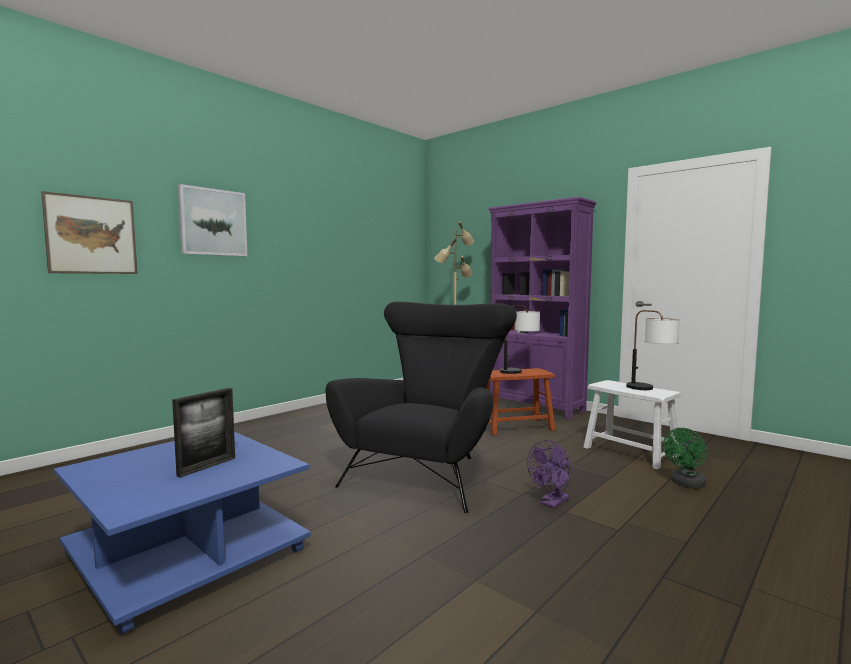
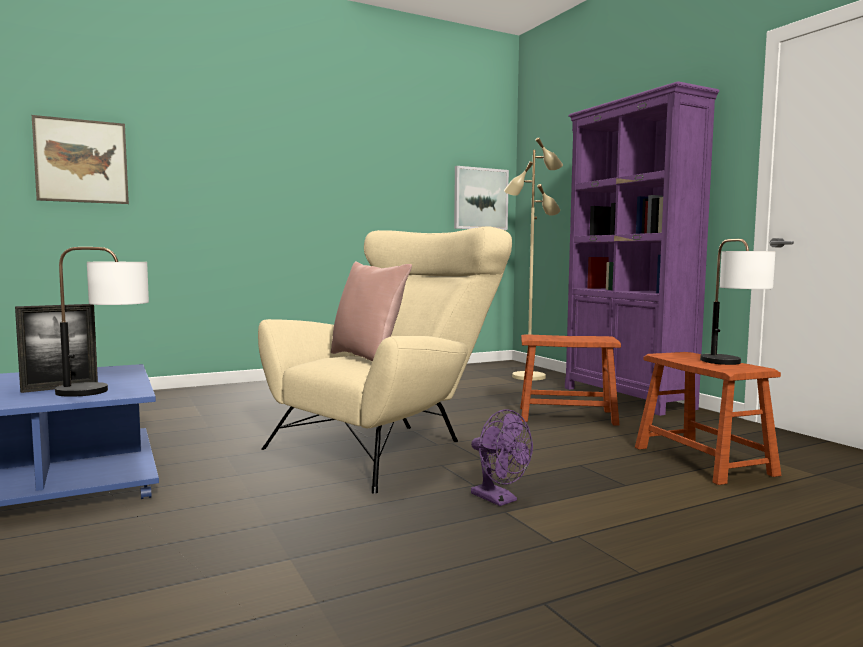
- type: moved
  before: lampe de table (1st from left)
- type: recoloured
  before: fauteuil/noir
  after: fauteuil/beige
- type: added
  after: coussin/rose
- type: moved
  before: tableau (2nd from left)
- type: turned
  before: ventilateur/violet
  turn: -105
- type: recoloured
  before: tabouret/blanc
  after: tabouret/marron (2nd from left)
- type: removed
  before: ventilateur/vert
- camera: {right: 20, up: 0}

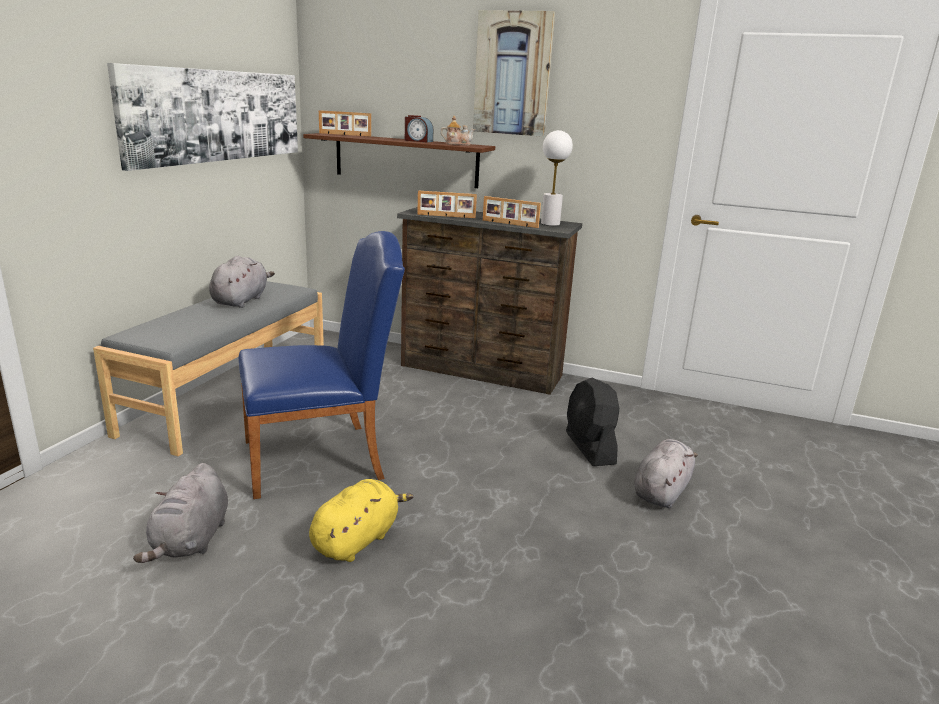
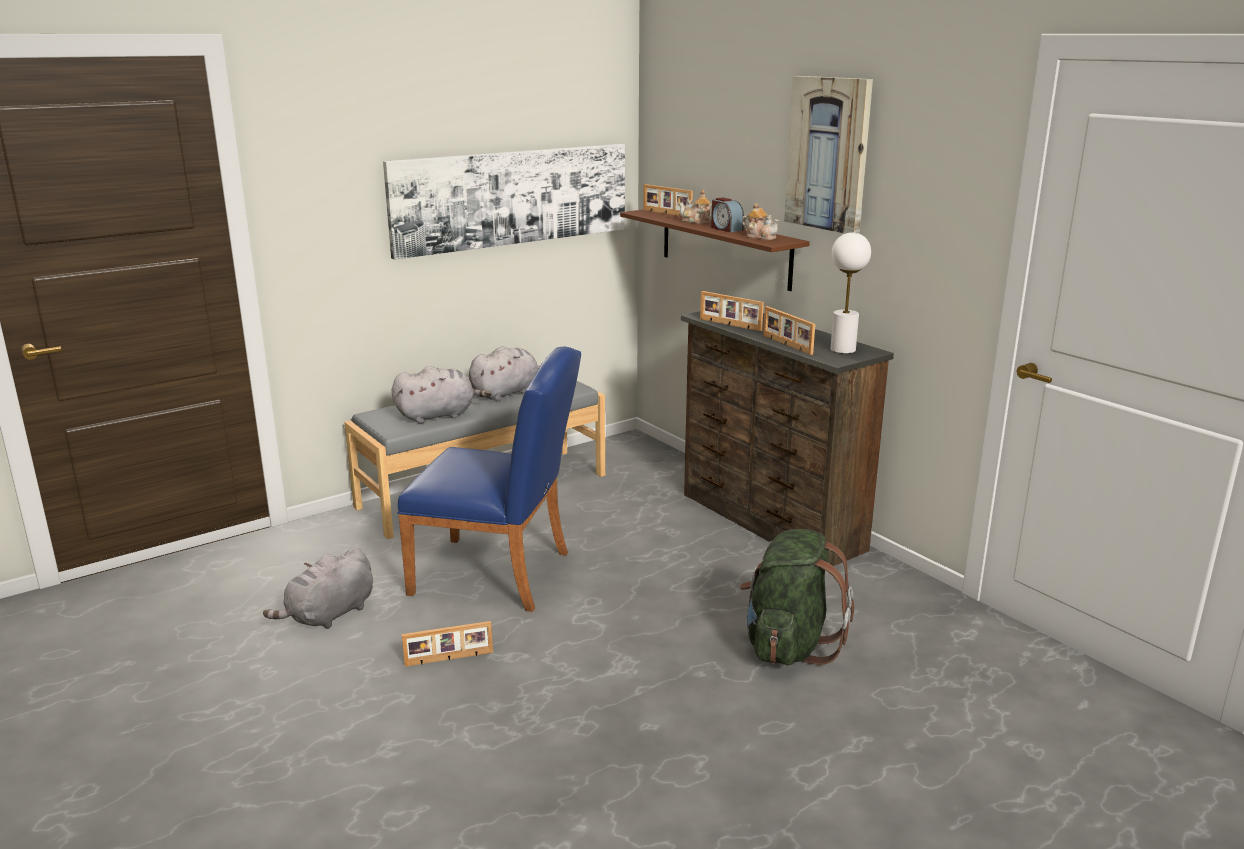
- type: moved
  before: peluche/gris (3rd from left in the first image)
  after: peluche/gris (2nd from left)
- type: replaced
  before: peluche/jaune
  after: cadre photo (1st from left)
- type: added
  after: théière (1st from left)
- type: replaced
  before: ventilateur/noir
  after: sac à dos/vert
- camera: {right: 35, up: 0}

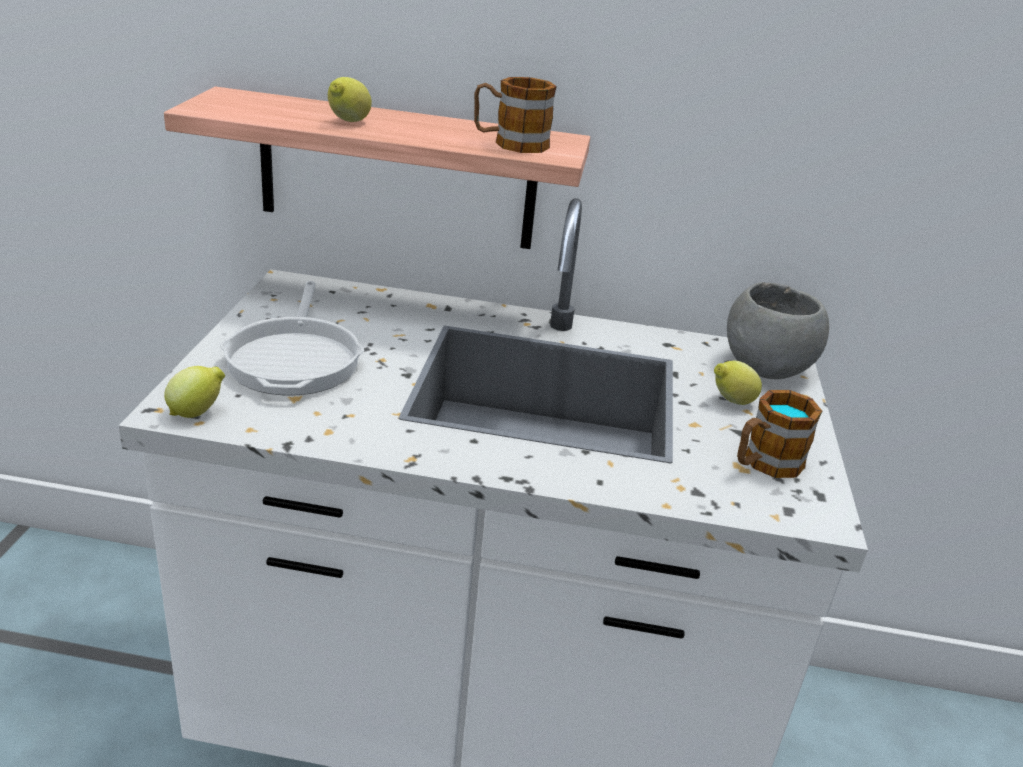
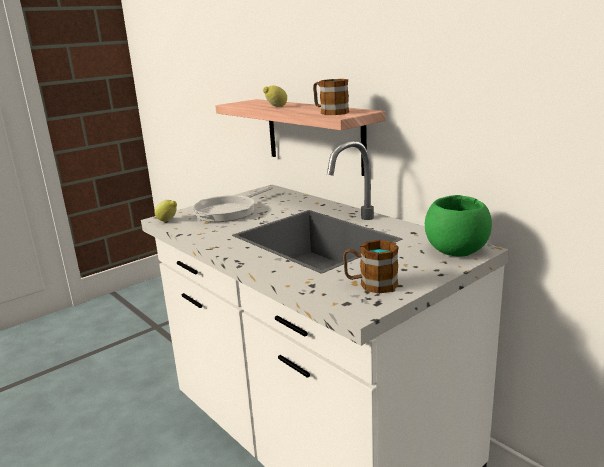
- type: recoloured
  before: bol/gris
  after: bol/vert
- type: removed
  before: citron (3rd from left)
- camera: {right: 45, up: -10}

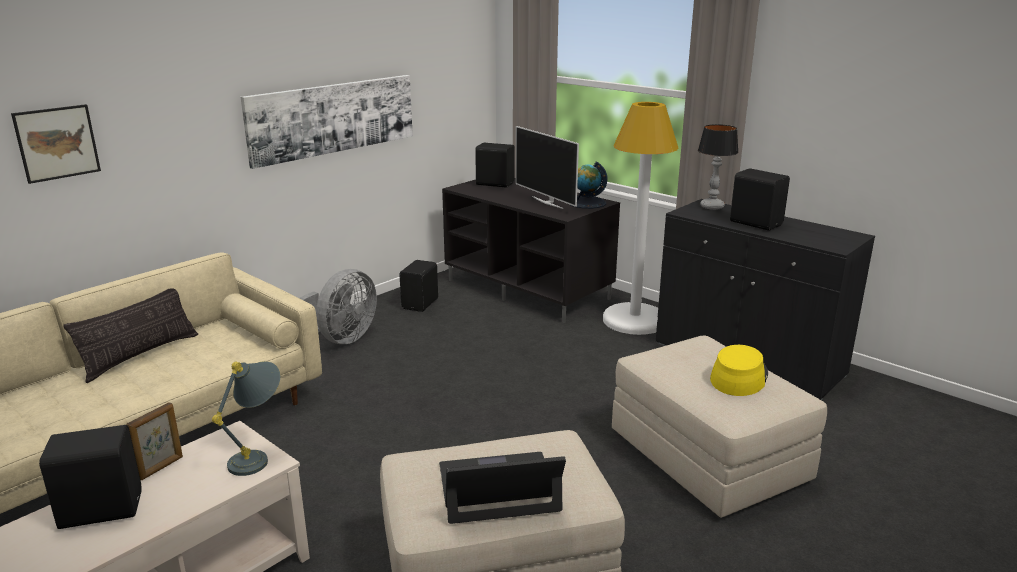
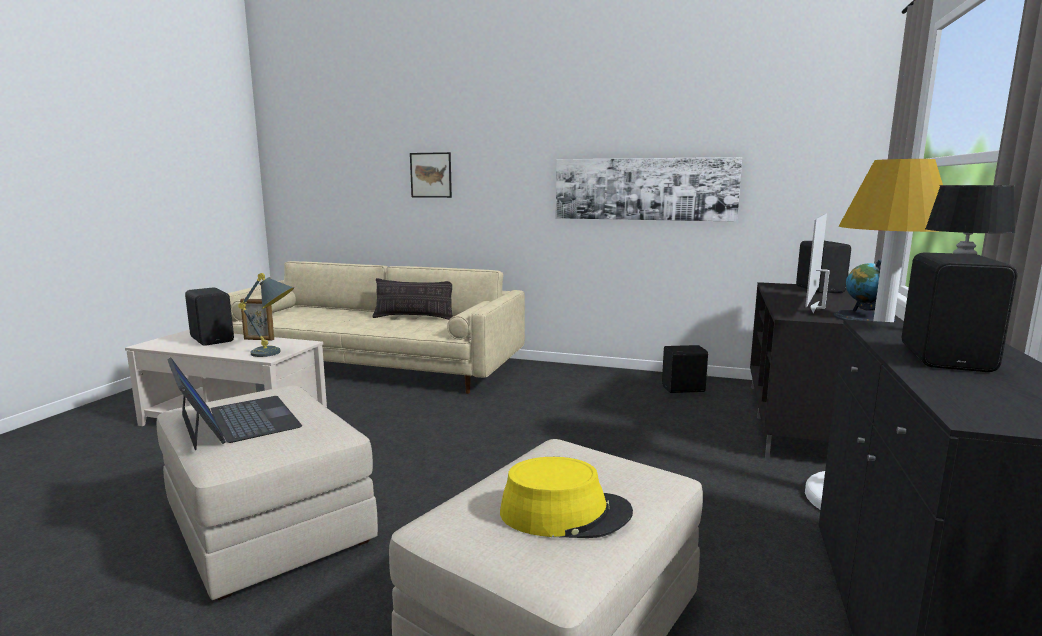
- type: removed
  before: ventilateur/gris
- camera: {right: 65, up: -10}

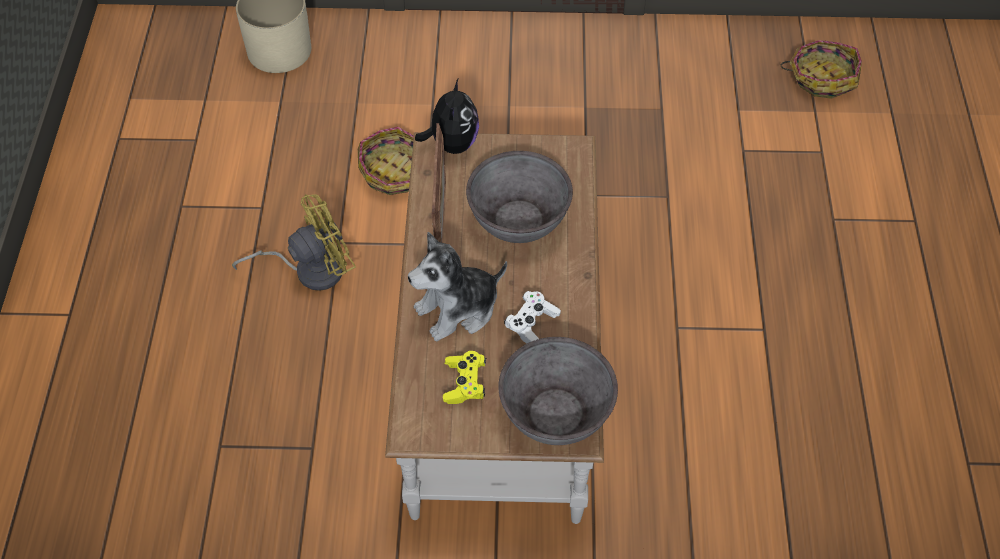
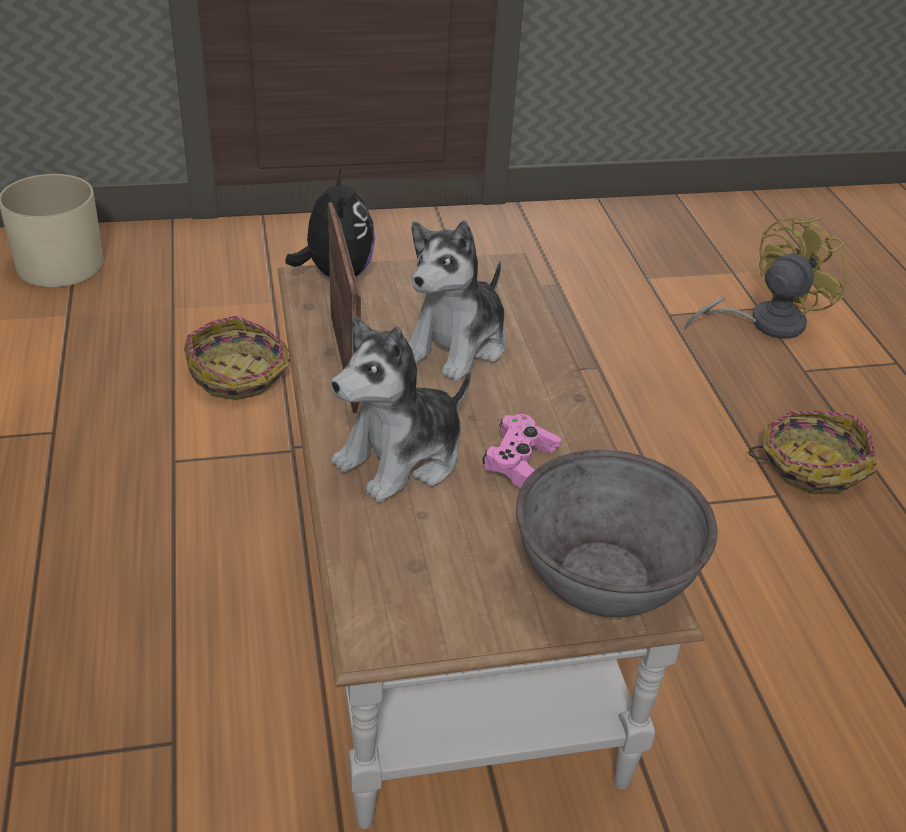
- type: replaced
  before: bol/gris (1st from left)
  after: peluche (3rd from left)
- type: recoloured
  before: manette/blanc
  after: manette/rose
- type: moved
  before: ventilateur/jaune
- type: moved
  before: panier (2nd from left)
- type: removed
  before: manette/jaune
- camera: {right: -15, up: -15}

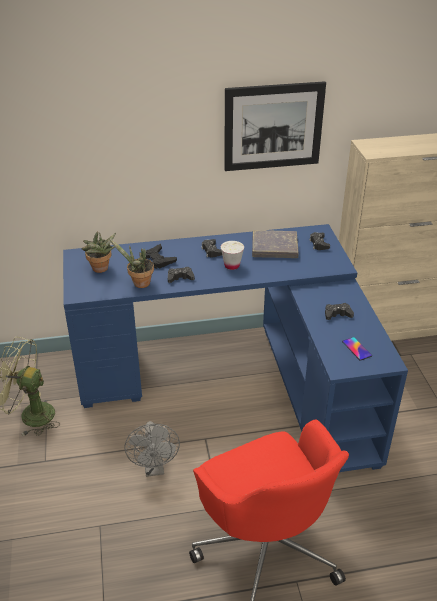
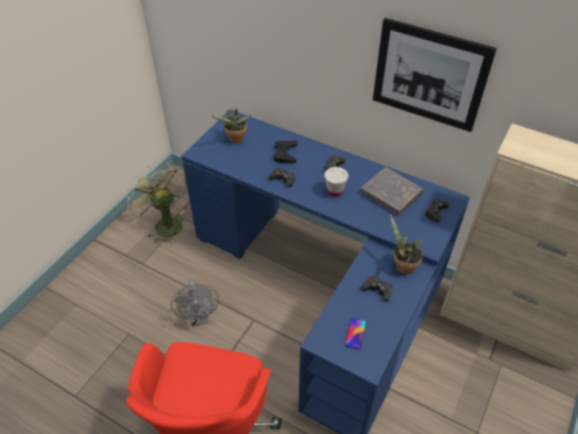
- type: turned
  before: ventilateur/gris
  turn: -45
- type: moved
  before: plante en pot (2nd from left)
- camera: {right: 40, up: 10}

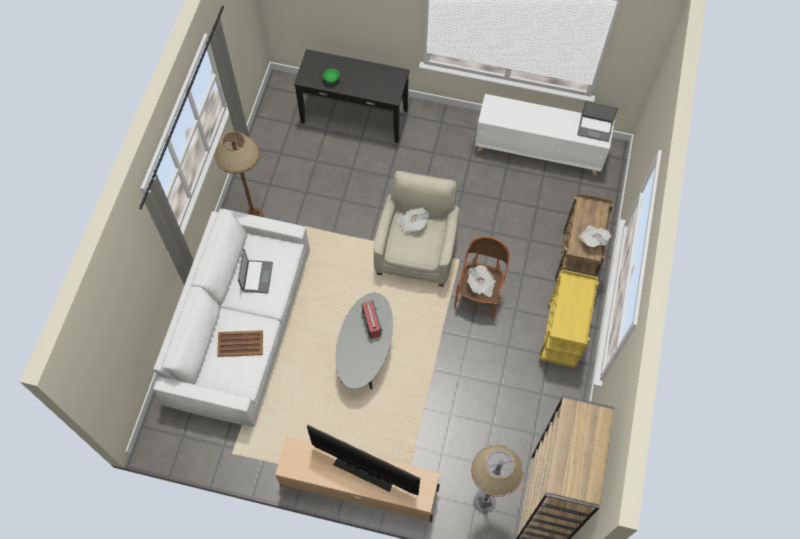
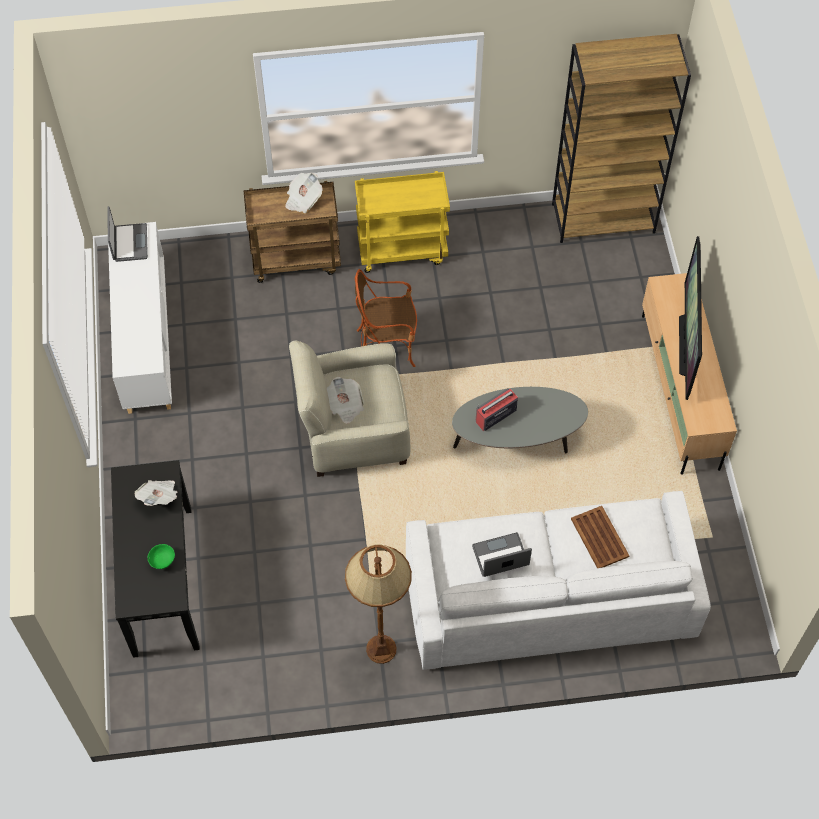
- type: moved
  before: journal (2nd from left in the first image)
  after: journal (1st from left)
- type: removed
  before: lampadaire/gris
- camera: {right: -110, up: -5}

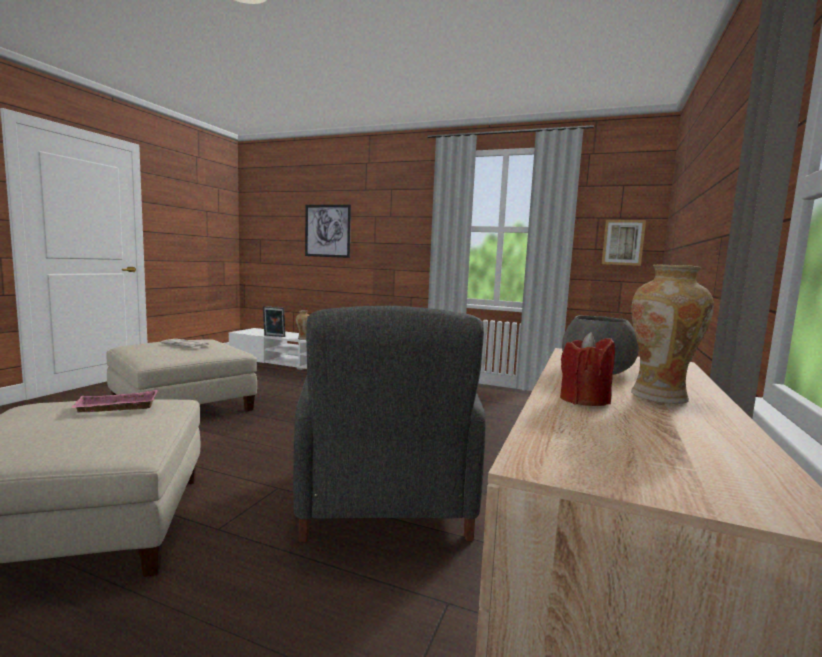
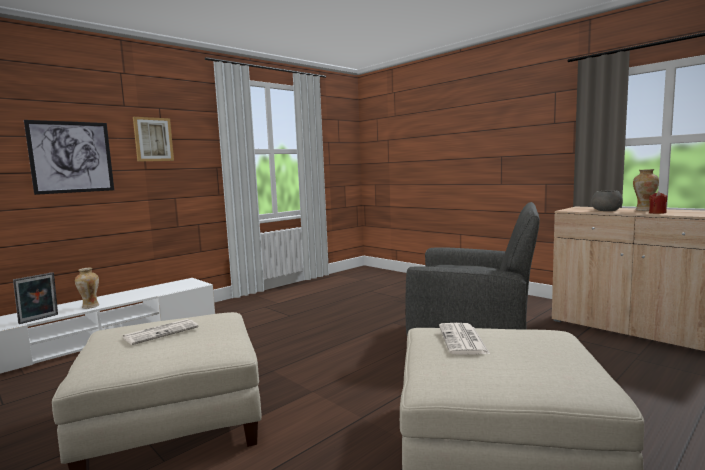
- type: moved
  before: tableau (2nd from left)
- type: replaced
  before: plateau/rose
  after: journal (2nd from left)
- camera: {right: -65, up: 0}

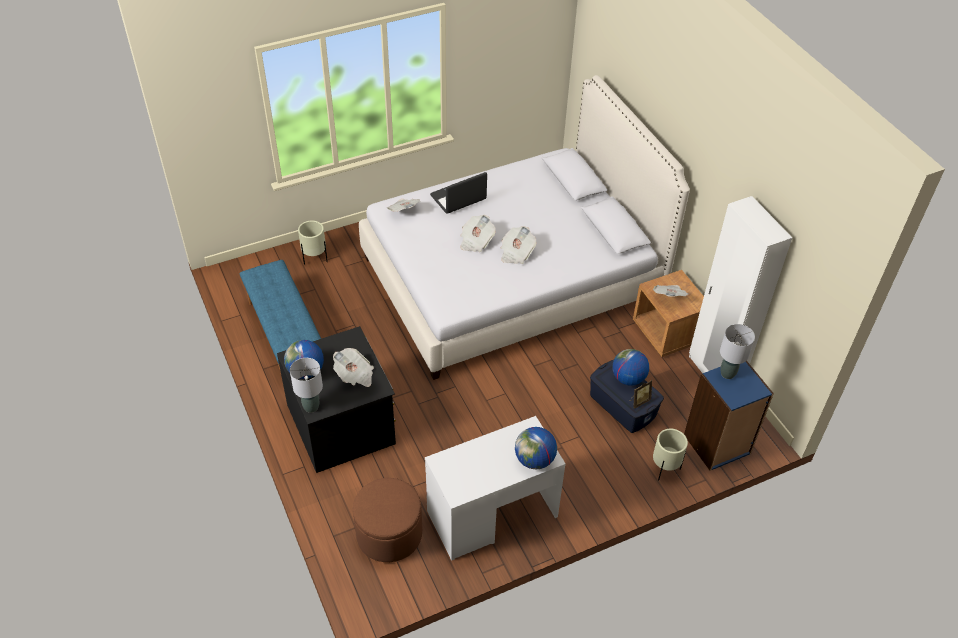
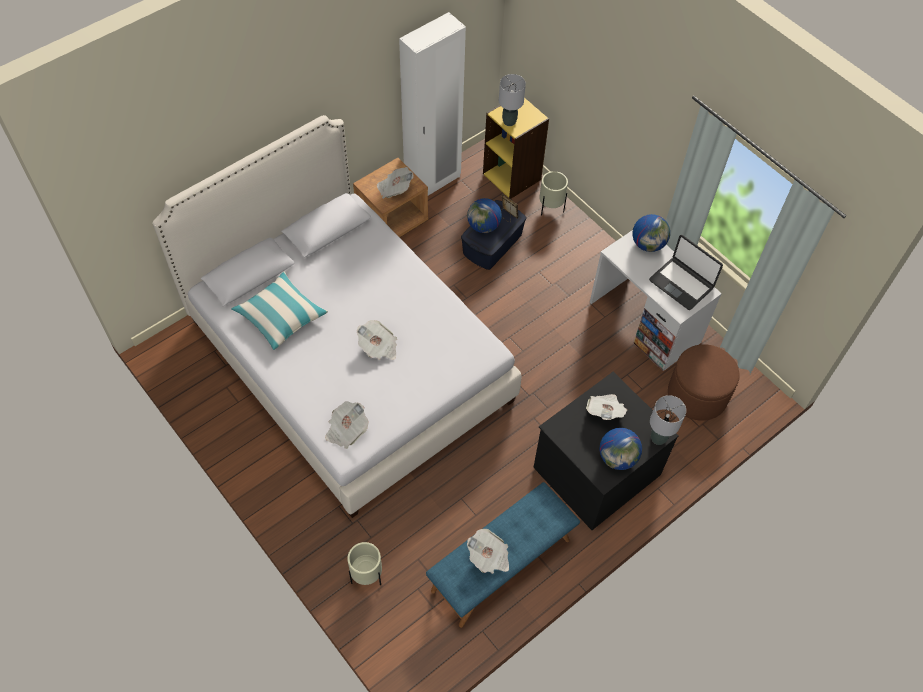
- type: added
  after: coussin
- type: moved
  before: journal (4th from left)
- type: recoloured
  before: bibliothèque/bleu
  after: bibliothèque/jaune
- type: moved
  before: ordinateur portable
- camera: {right: -105, up: 10}

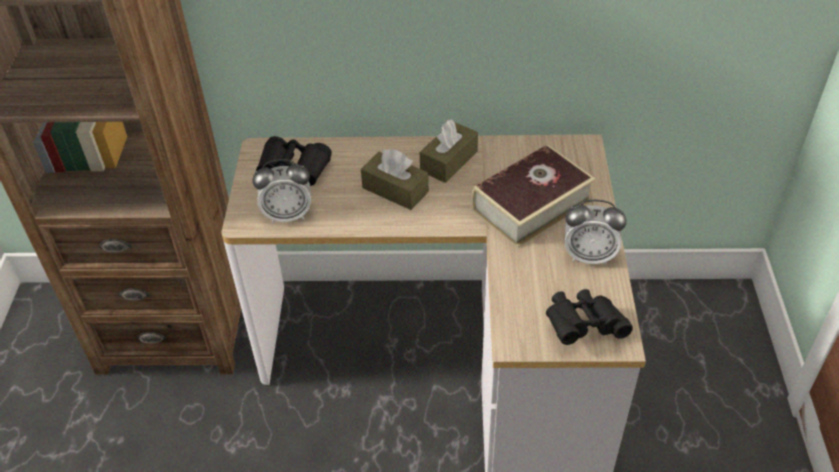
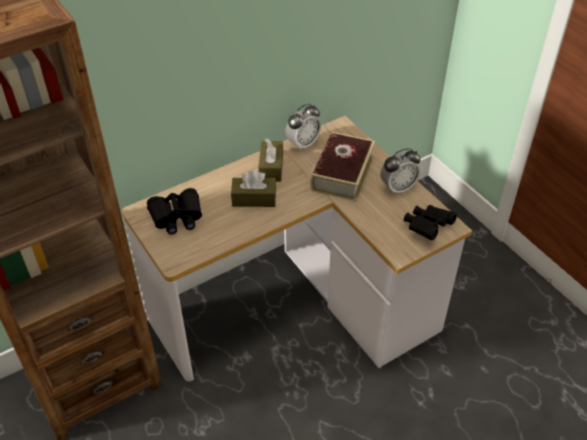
- type: moved
  before: réveil (1st from left)
- camera: {right: -35, up: 0}

